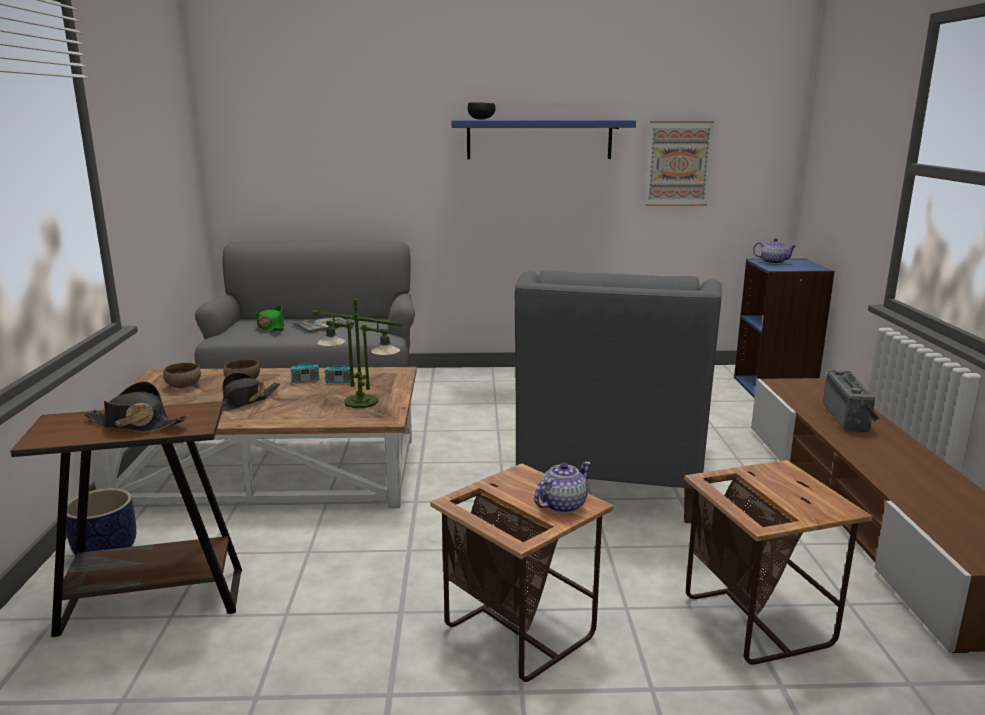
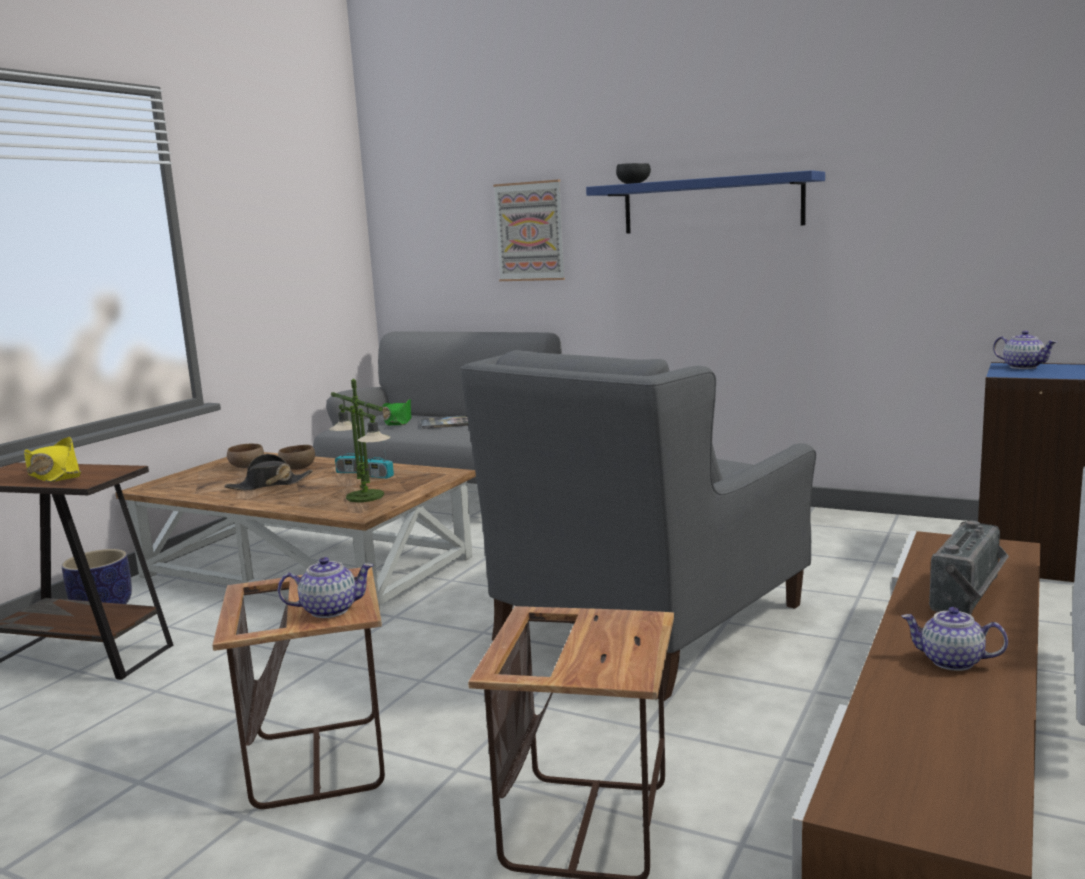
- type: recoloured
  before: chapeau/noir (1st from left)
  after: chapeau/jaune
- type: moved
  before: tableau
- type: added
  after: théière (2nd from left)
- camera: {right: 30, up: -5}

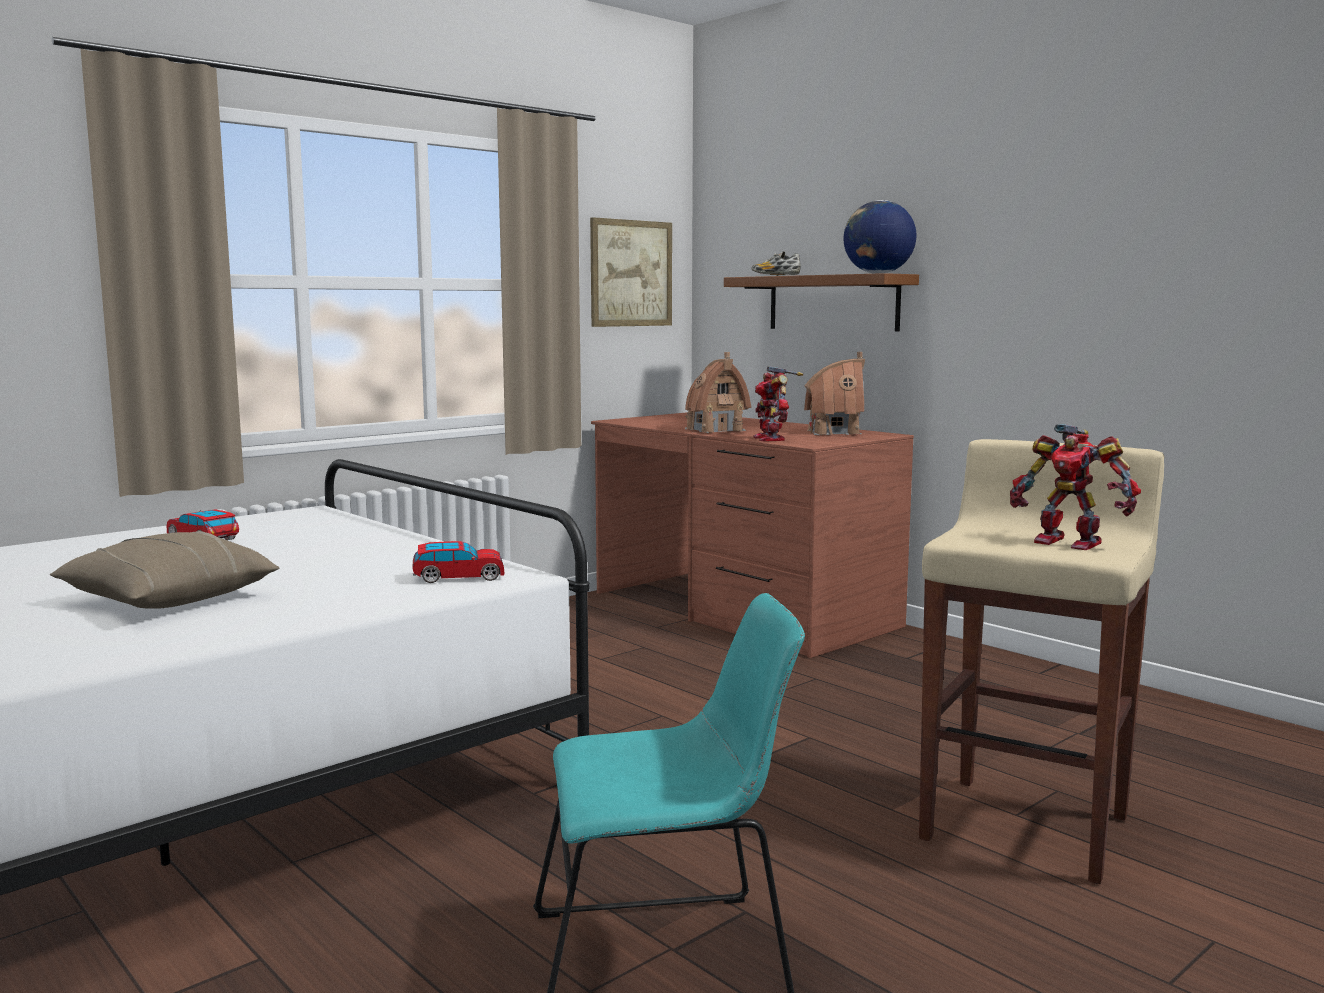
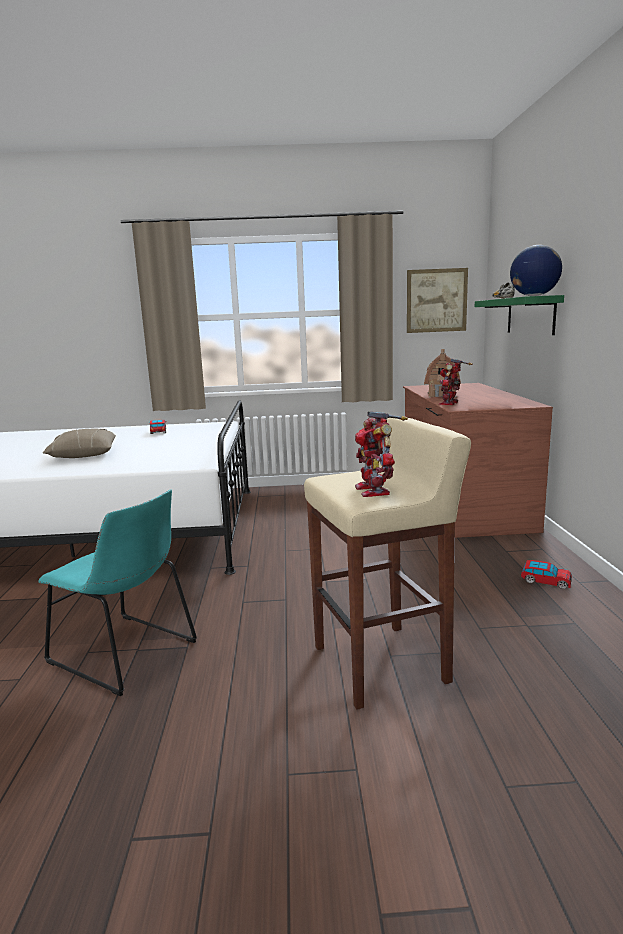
- type: recoloured
  before: étagère/marron
  after: étagère/vert
- type: moved
  before: petite voiture (2nd from left)
- type: removed
  before: maison miniature (2nd from left)
- camera: {right: 40, up: 5}

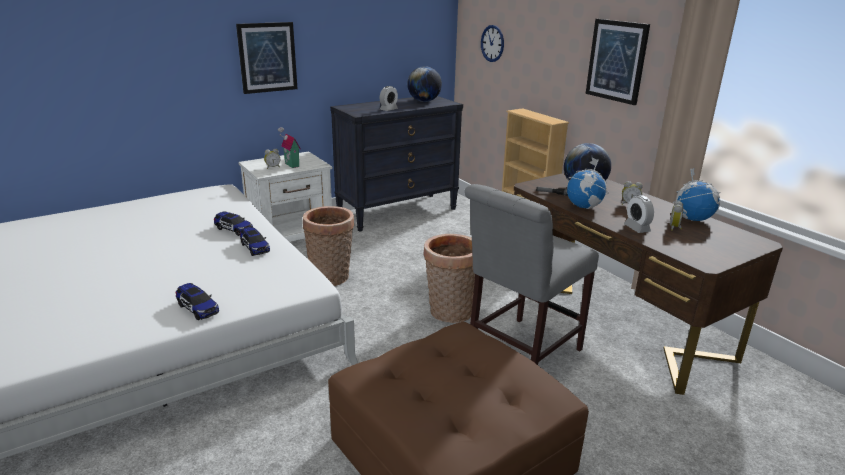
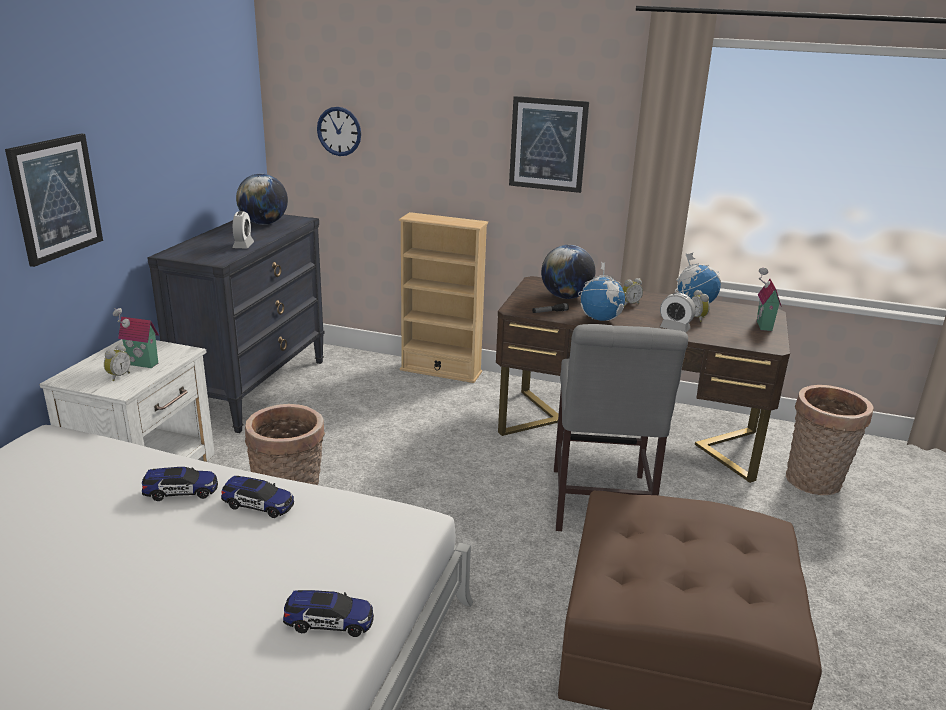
- type: added
  after: maison miniature (2nd from left)
- type: moved
  before: panier (2nd from left)
- camera: {right: -40, up: 0}

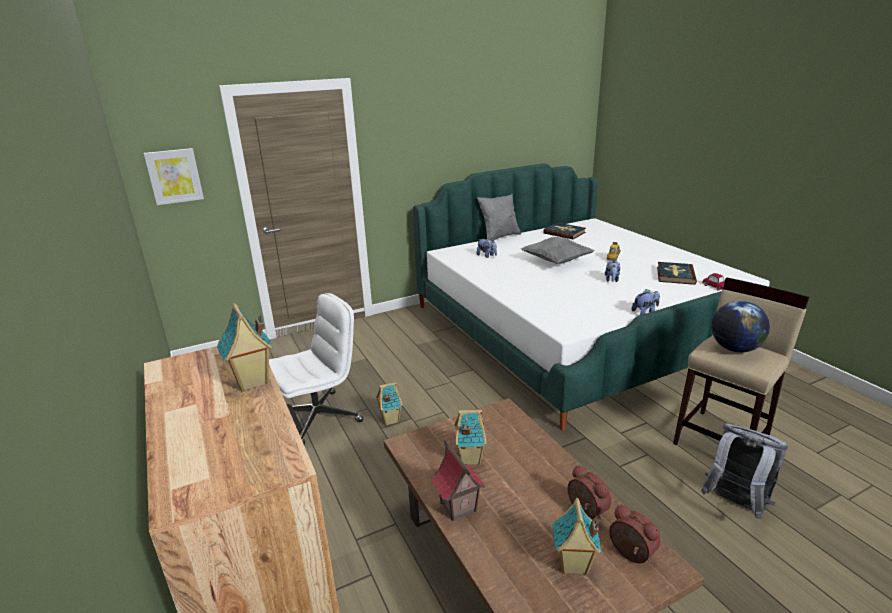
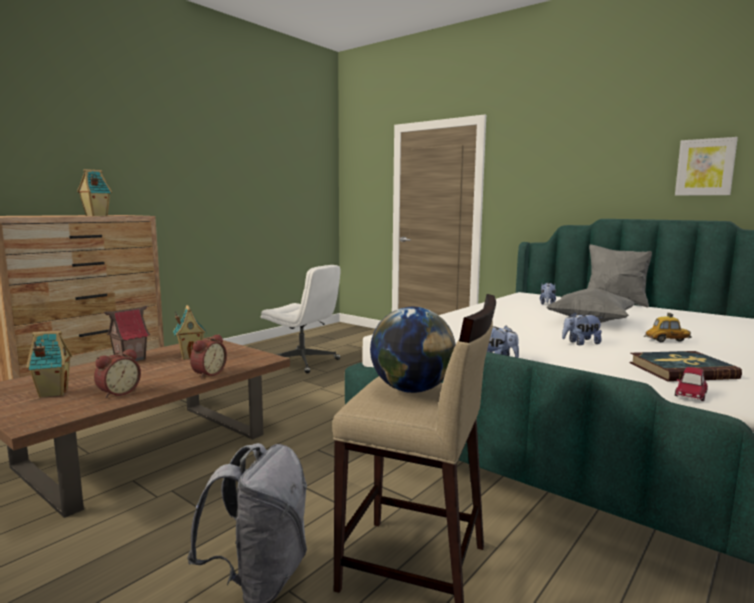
- type: moved
  before: réveil (2nd from left)
- type: moved
  before: tableau
- type: removed
  before: maison miniature (2nd from left)
- type: removed
  before: livre (1st from left)
- camera: {right: 65, up: -15}

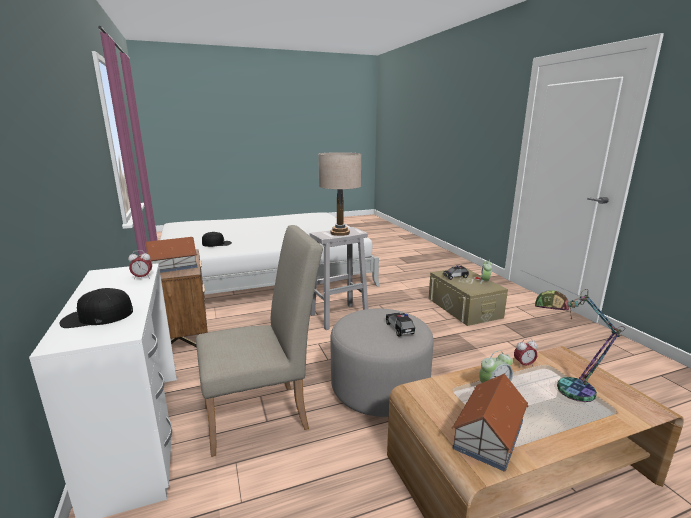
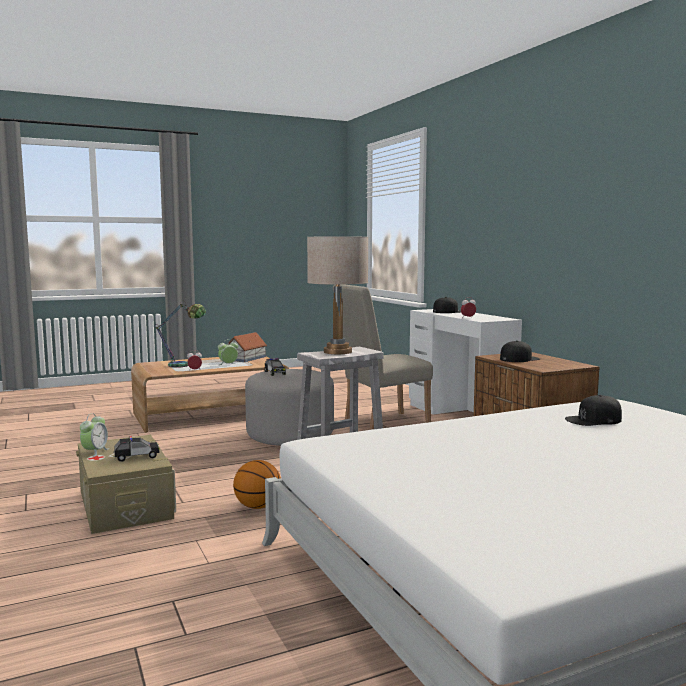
- type: added
  after: ballon de basket
- type: replaced
  before: maison miniature (1st from left)
  after: casquette/noir (2nd from left)
- camera: {right: 175, up: -10}

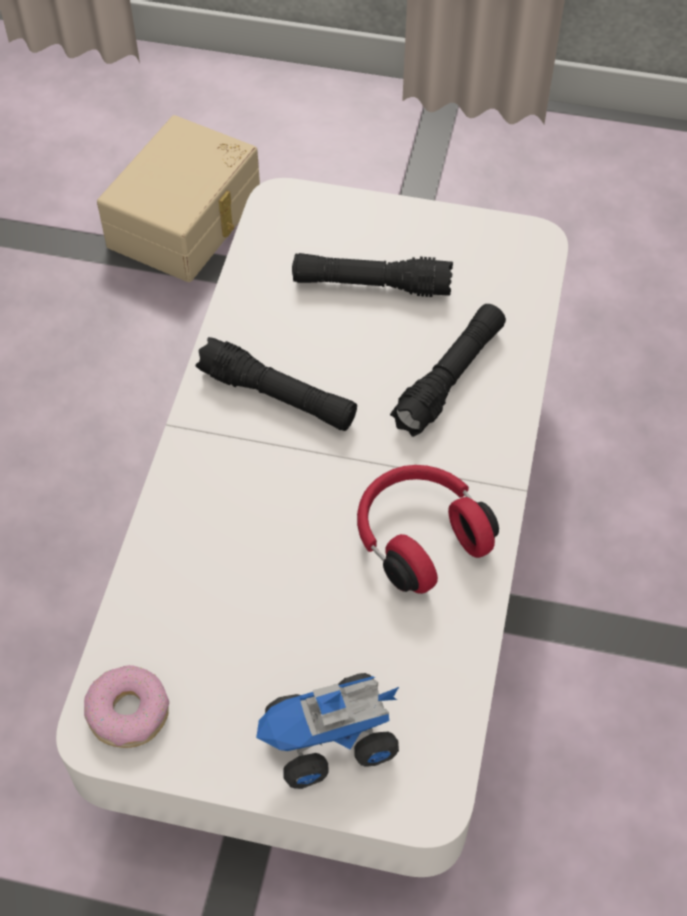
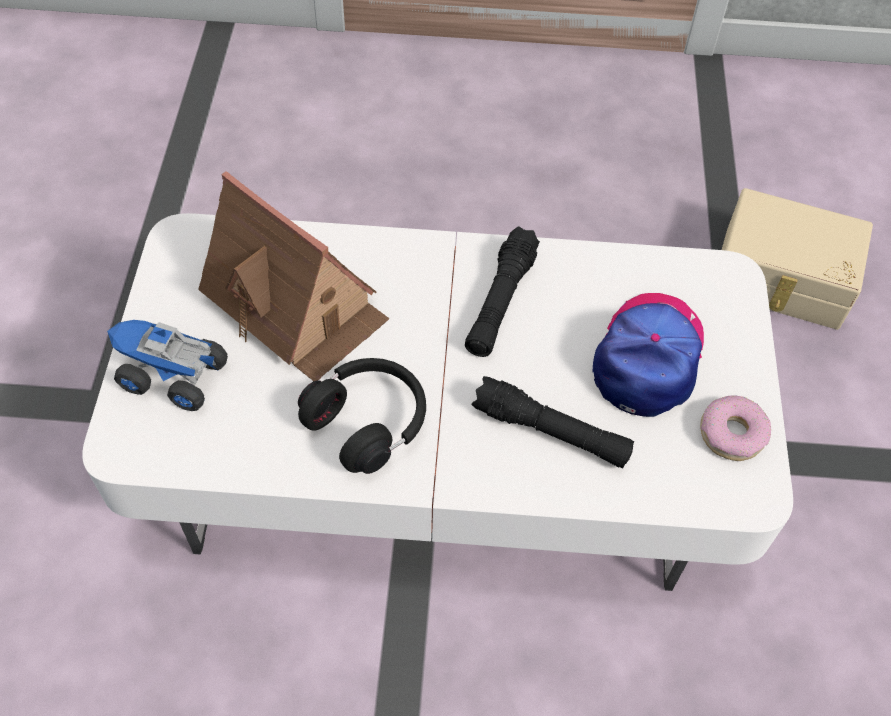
- type: turned
  before: camion jouet
  turn: -45
- type: added
  after: maison miniature
- type: recoloured
  before: casque audio/rouge
  after: casque audio/noir
- type: replaced
  before: lampe de poche/noir (2nd from left)
  after: casquette
- type: moved
  before: beignet
- camera: {right: 80, up: 0}

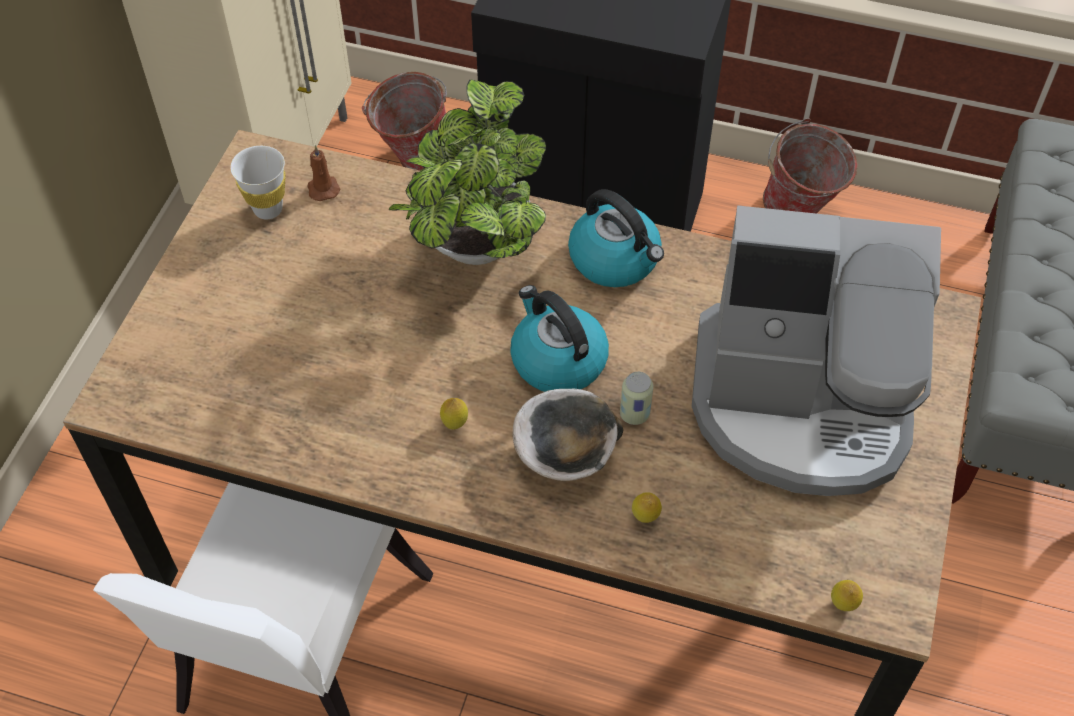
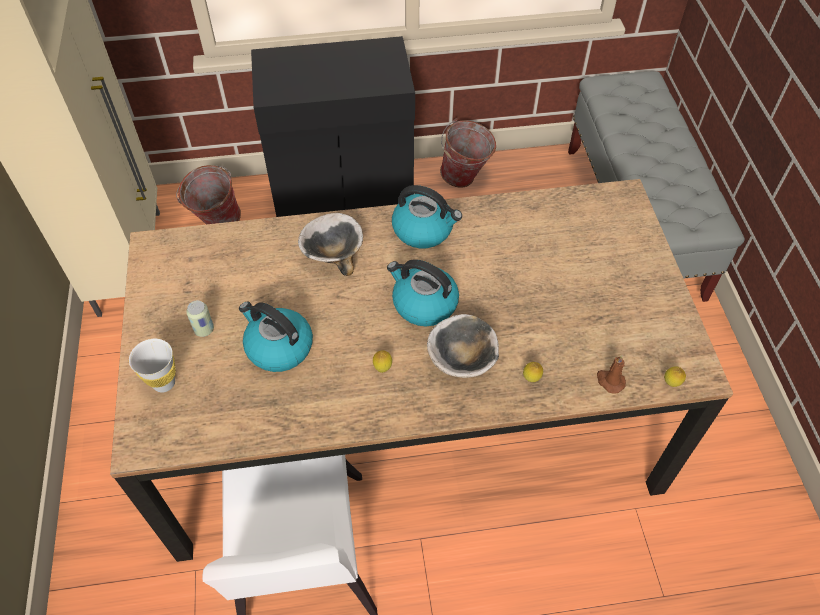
- type: moved
  before: tasse/blanc
- type: moved
  before: boîte métallique
- type: added
  after: bouilloire (1st from left)
- type: replaced
  before: plante en pot
  after: bol (1st from left)
- type: moved
  before: bougie/marron
- type: removed
  before: machine à café
- camera: {right: -25, up: 0}

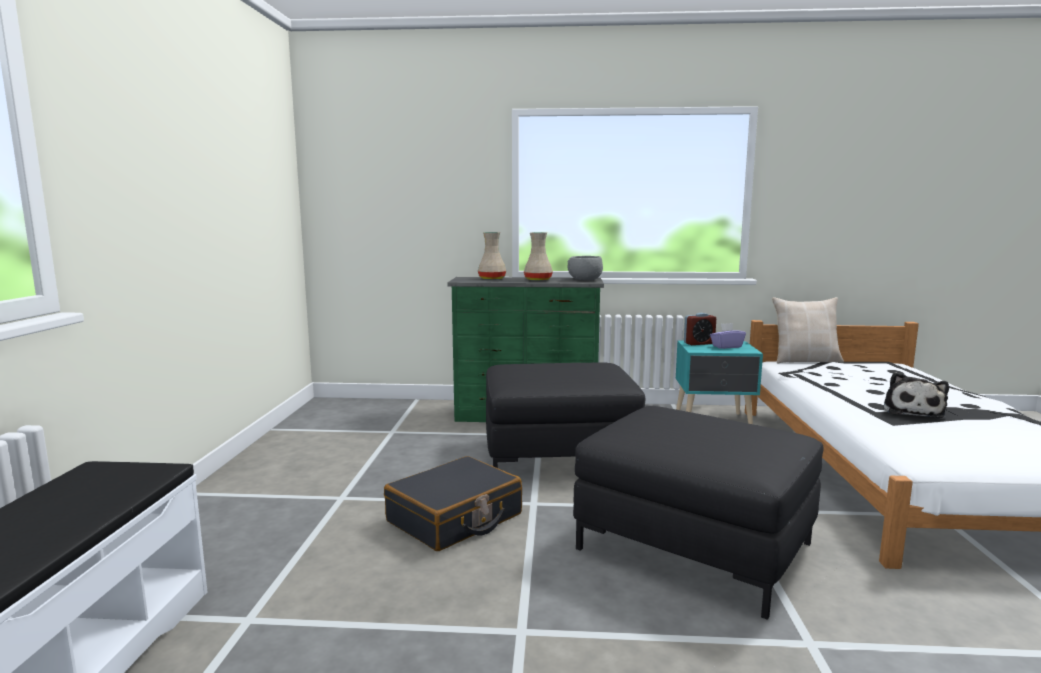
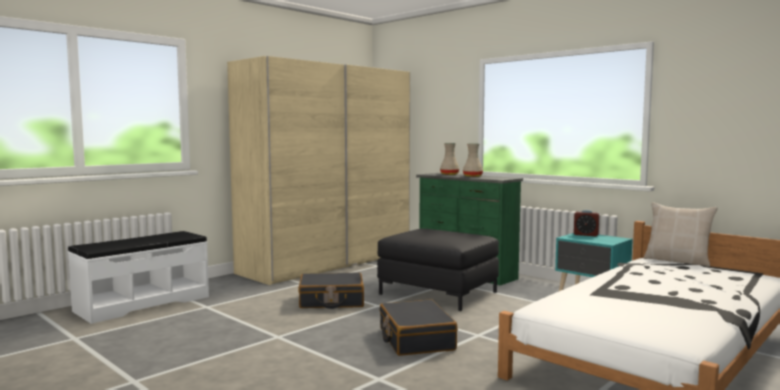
- type: added
  after: armoire/beige
- type: replaced
  before: pouf/noir (2nd from left)
  after: valise/noir (2nd from left)
- type: removed
  before: bol/gris
- type: removed
  before: boîte à mouchoirs/violet
- type: removed
  before: peluche
- camera: {right: 40, up: -5}

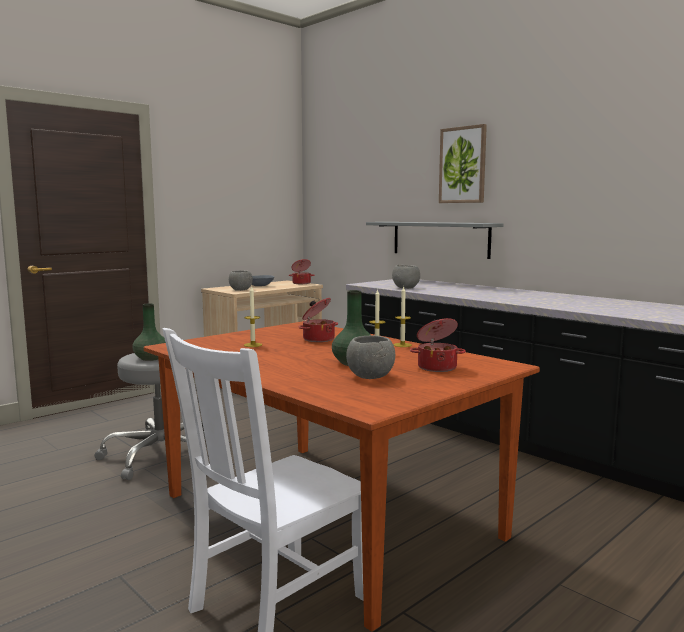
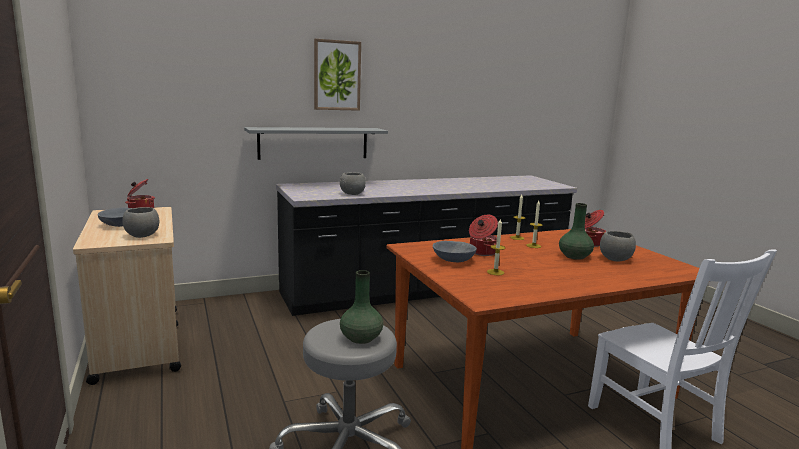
- type: added
  after: bol/gris (4th from left)
- camera: {right: -70, up: 5}

